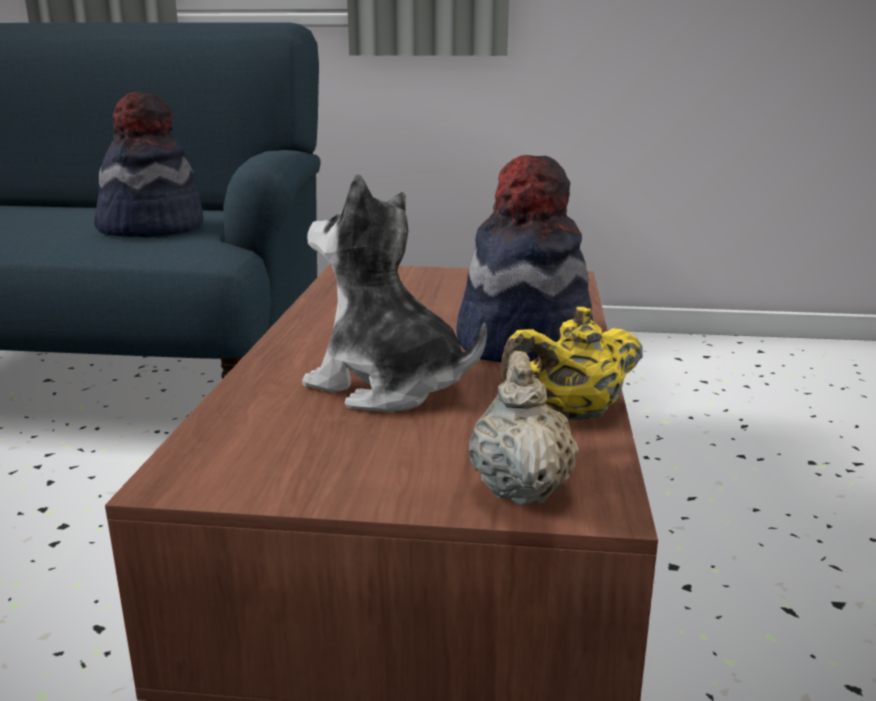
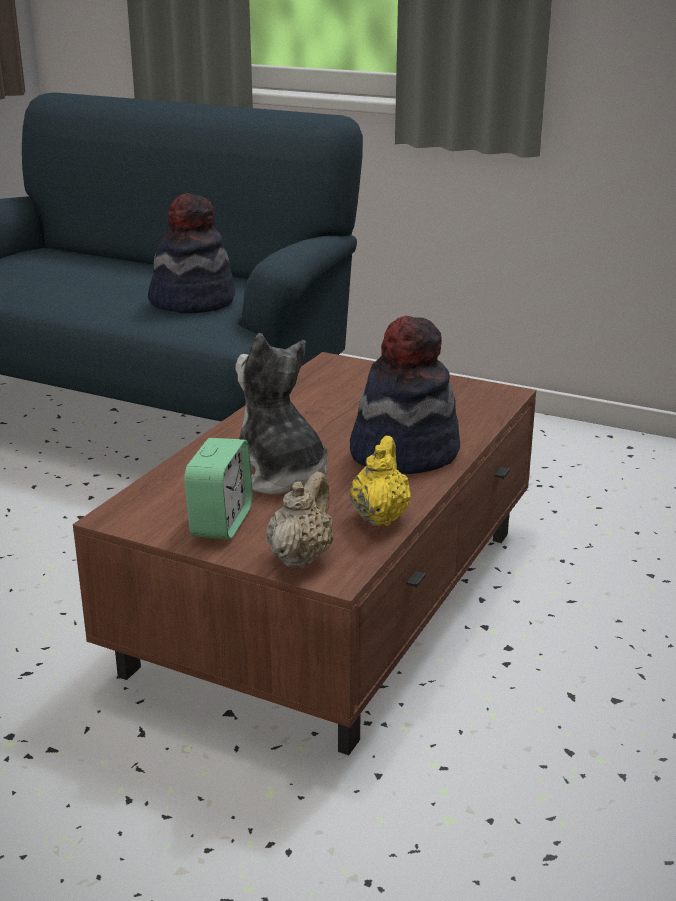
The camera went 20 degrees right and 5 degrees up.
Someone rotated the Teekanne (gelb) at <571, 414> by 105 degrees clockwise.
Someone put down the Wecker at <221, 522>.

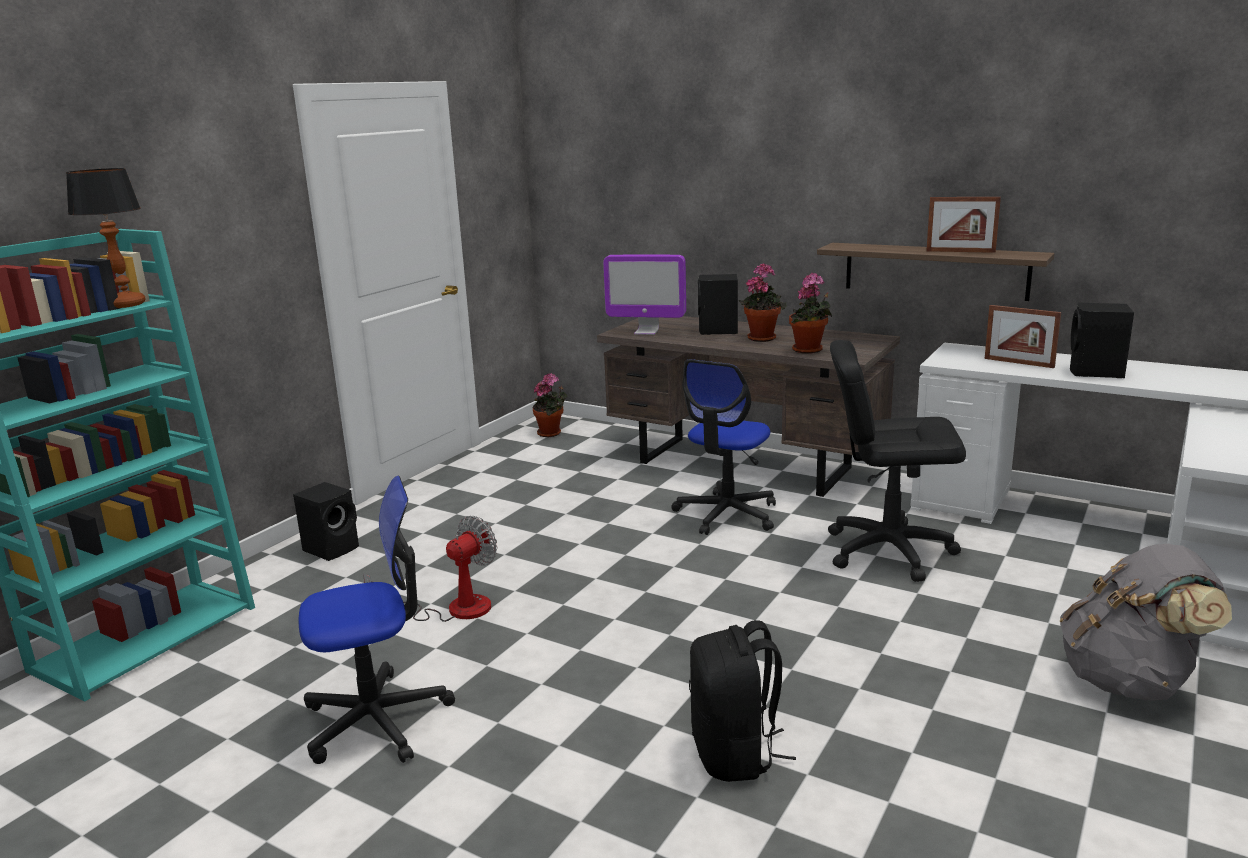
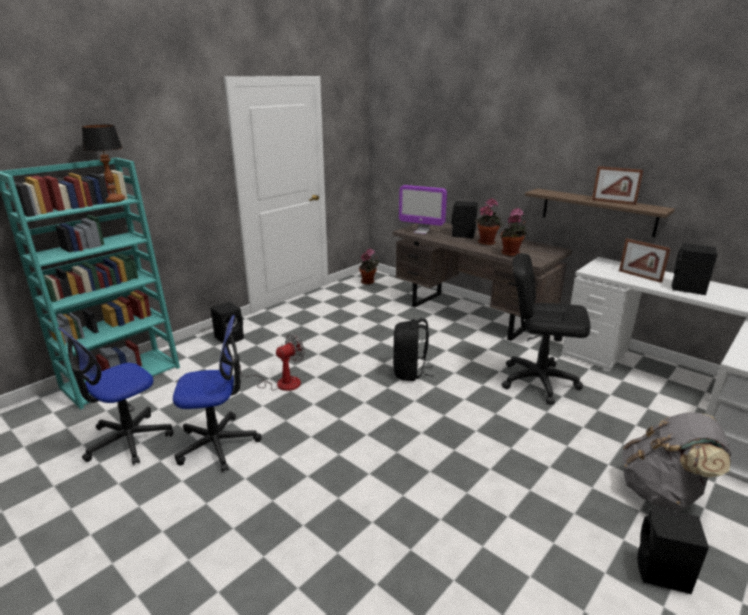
The camera went 10 degrees right and 5 degrees up.
Someone carried the Bürostuhl from <726, 514> to <128, 440>.
Someone carried the Rucksack (schwarz) from <735, 754> to <410, 372>.
Someone put down the Lautsprecher (schwarz) at <662, 573>.

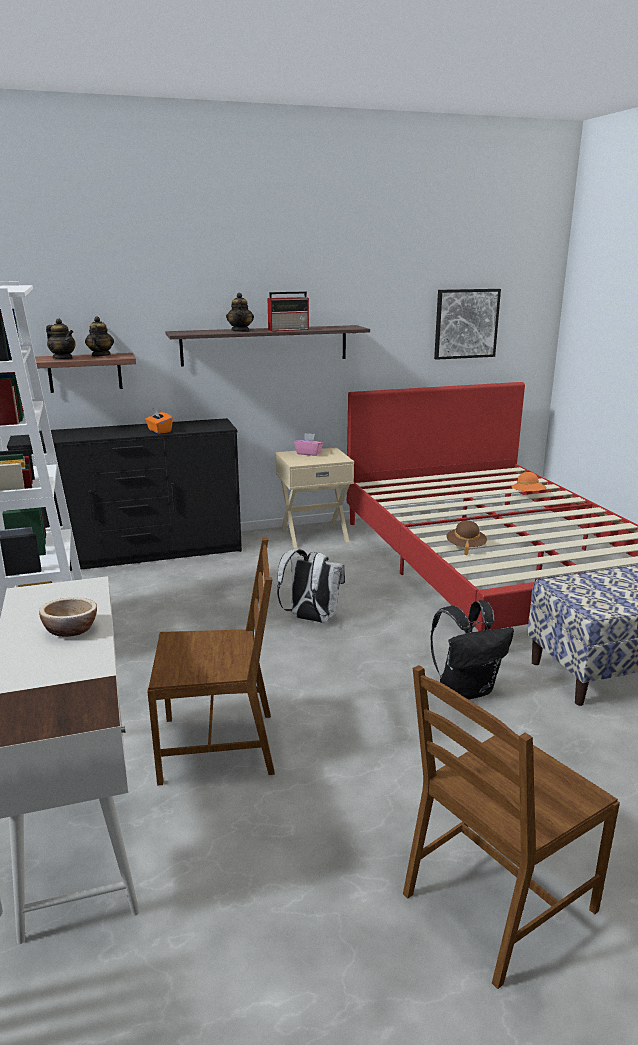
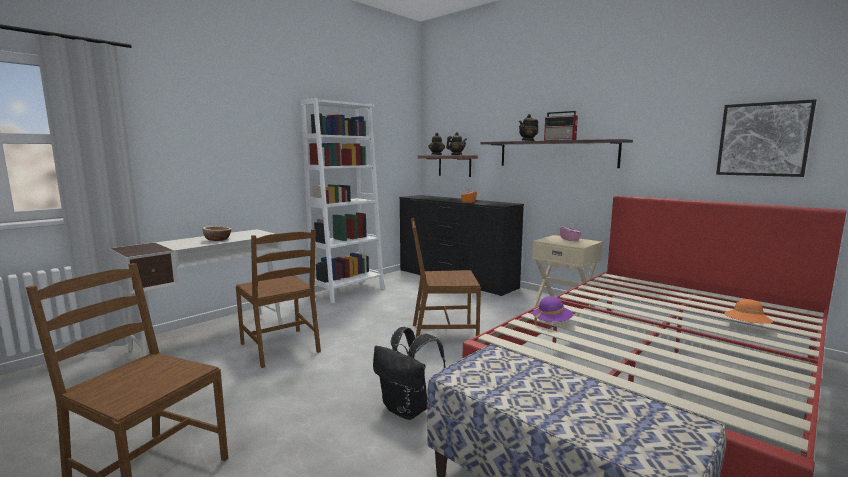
The camera went 60 degrees right and 10 degrees down.
Someone swapped the Rucksack (weiß) at <311, 619> for the Stuhl (braun) at <443, 334>.
Someone repainted the Hut (braun) at <465, 547>, which became the Hut (lila) at <551, 323>.

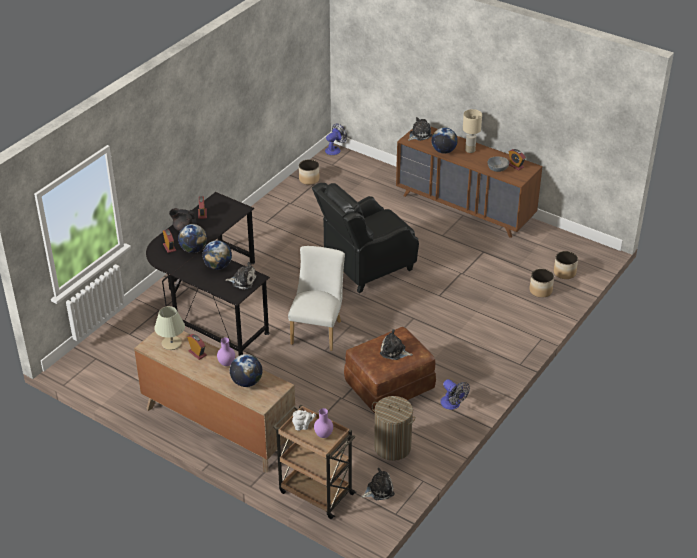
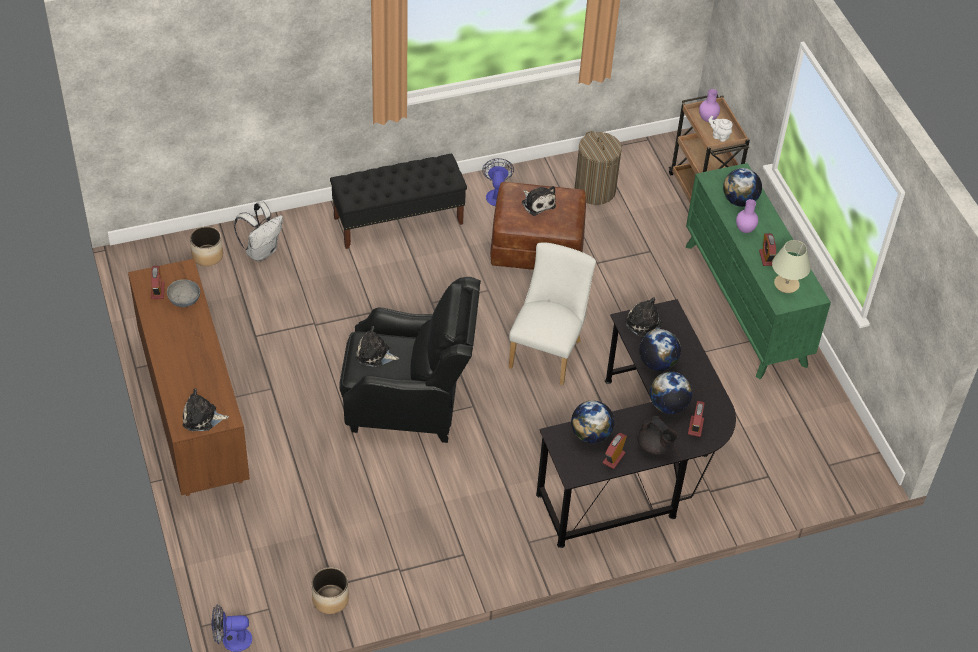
The camera went 145 degrees left and 10 degrees up.
Someone repainted the Kommode (braun) at <218, 426>, which became the Kommode (grün) at <745, 304>.
Someone rotated the Stuhl (weiß) at <318, 330> by 150 degrees clockwise.
Someone carried the Plüschtier from <379, 490> to <375, 355>.
Someone carried the Globus from <443, 151> to <591, 435>.
Someone took away the Tischlampe (beige) at <470, 150>.
Someone swapped the Pflanzkübel at <541, 291> for the Rucksack (weiß) at <261, 251>.
Someone put down the Bank (schwarz) at <398, 220>.

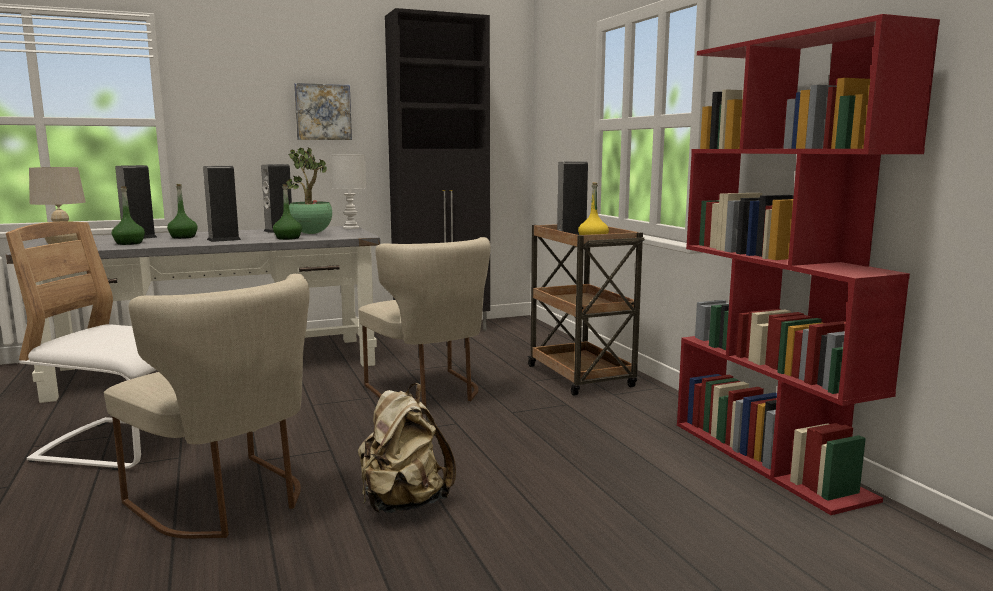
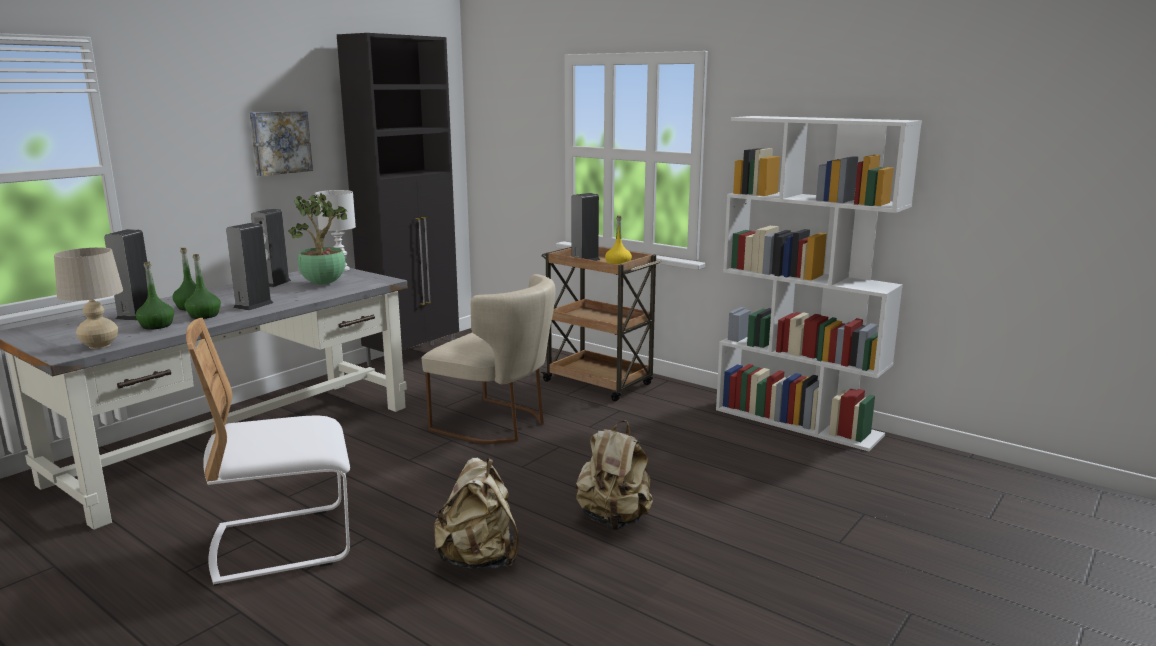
The camera went 30 degrees left and 5 degrees up.
Someone swapped the Stuhl (beige) at <228, 502> for the Rucksack (beige) at <479, 559>.
Someone carried the Flasche (grün) from <288, 238> to <204, 315>.
Someone repainted the Bücherregal (rot) at <769, 459>, which became the Bücherregal (weiß) at <798, 422>.

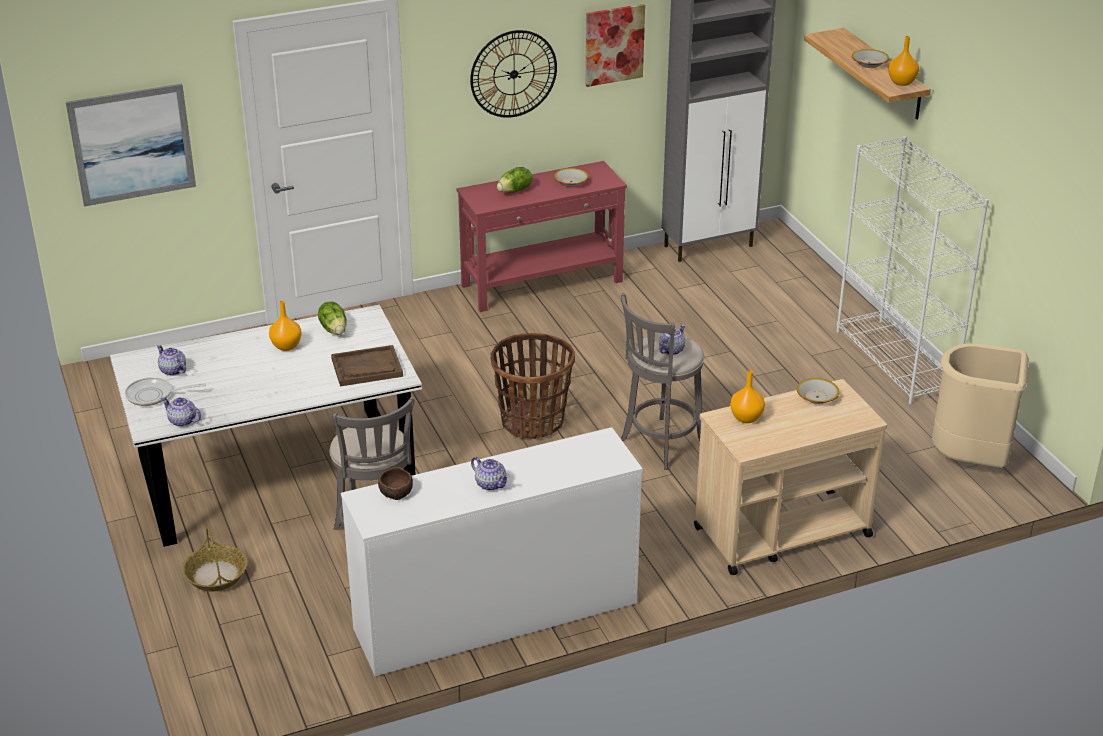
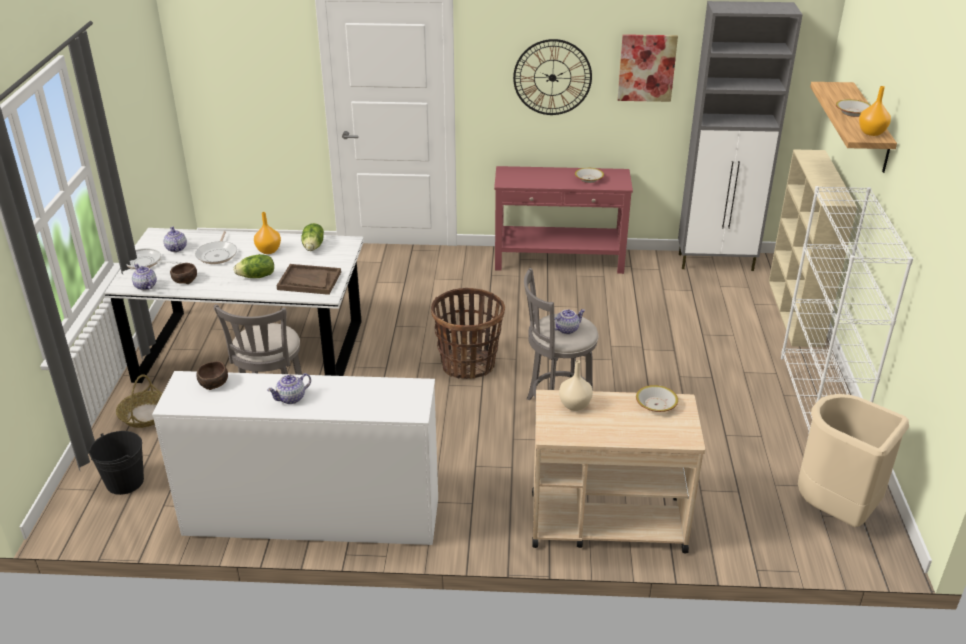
The camera went 25 degrees right and 0 degrees up.
Someone took away the Bild at <132, 144>.
Someone rotated the Teekanne at <490, 484> by 75 degrees clockwise.
Someone carried the Salatkopf from <515, 191> to <257, 276>.
Someone repainted the Vase (orange) at <746, 417>, which became the Vase (beige) at <575, 405>.
Someone put down the Eimer (schwarz) at <125, 482>.
Someone put down the Schüssel (braun) at <184, 280>.
Someone put down the Pfanne at <217, 254>.
Someone put down the Bücherregal (beige) at <795, 313>.

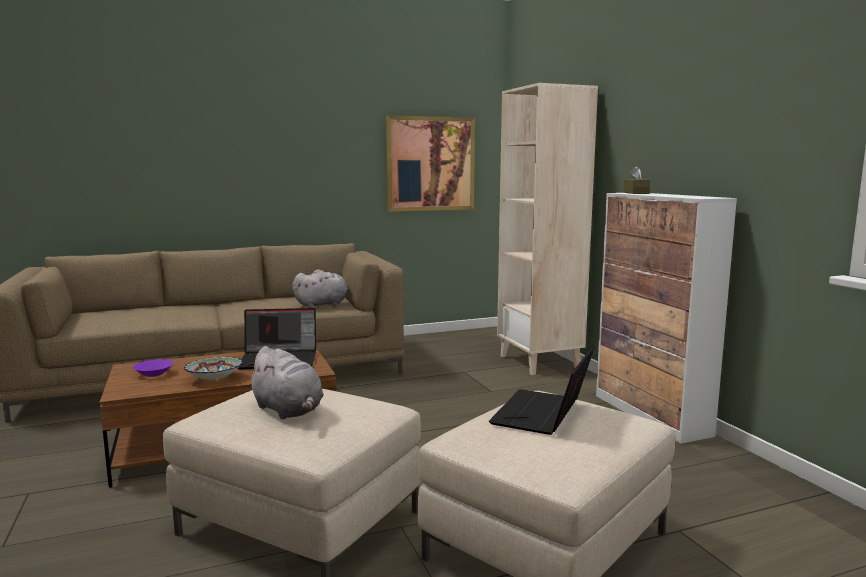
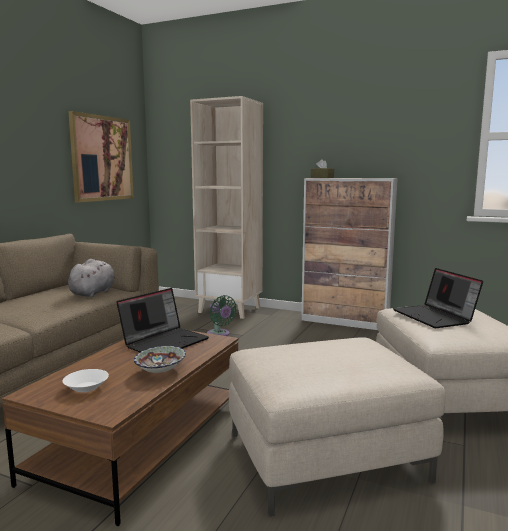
The camera went 45 degrees left and 0 degrees up.
Someone repainted the Schüssel (lila) at <153, 374>, which became the Schüssel (weiß) at <86, 388>.
Someone took away the Plüschtier (grau) at <288, 410>.
Someone put down the Ventilator (grün) at <219, 334>.

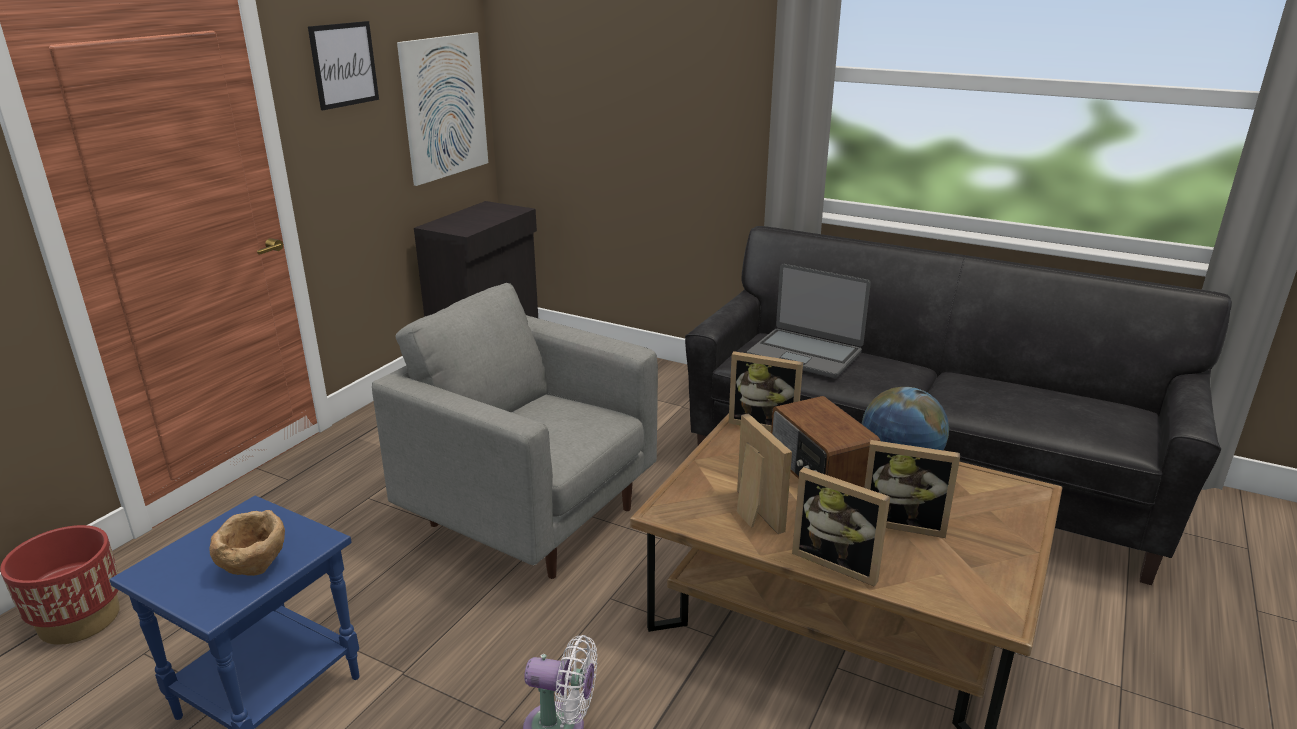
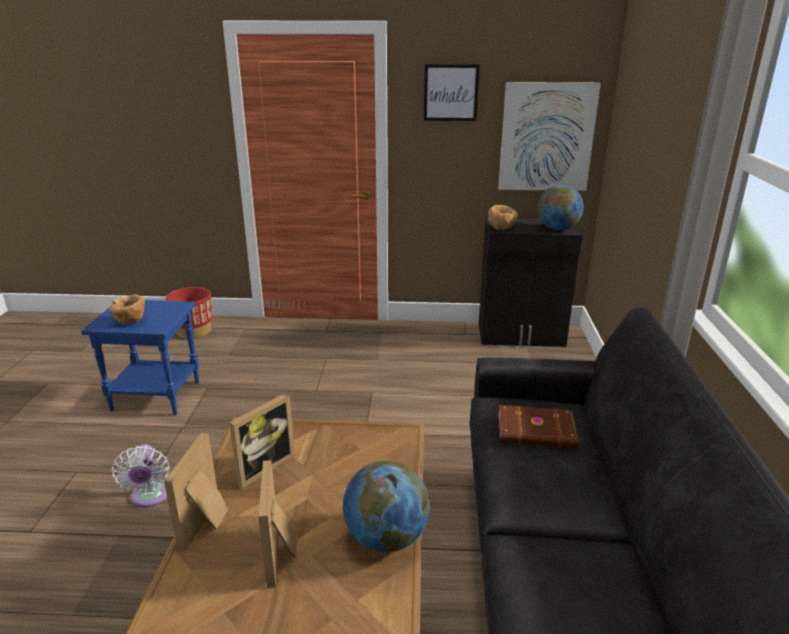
The camera went 65 degrees right and 0 degrees up.
Someone took away the Sessel (grau) at <530, 515>.
Someone took away the Bilderrahmen at <764, 423>.
Someone swapped the Laptop at <805, 354> for the Buch (braun) at <537, 431>.
Someone took away the Radio at <819, 470>.
Someone put down the Schüssel (braun) at <501, 229>.
Someone put down the Globus at <557, 229>.

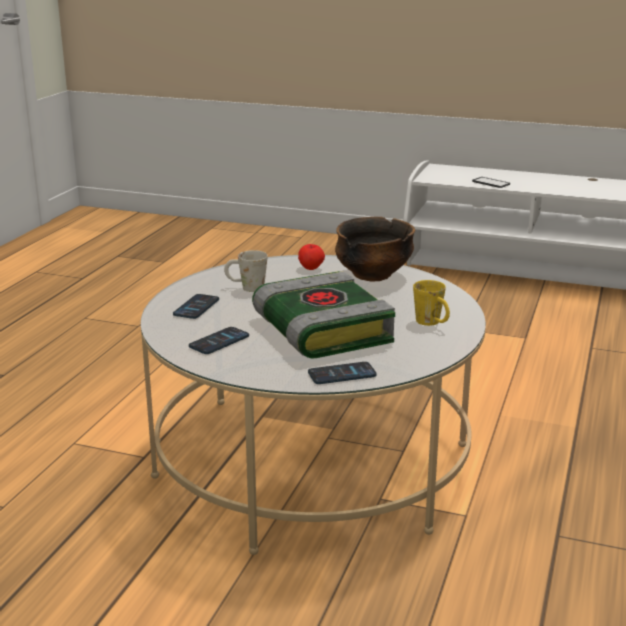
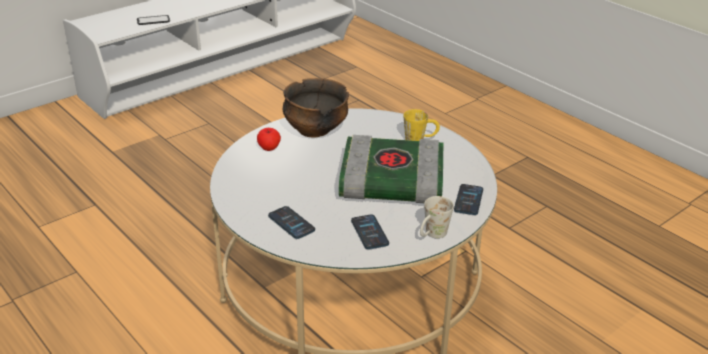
The camera went 60 degrees left and 10 degrees up.
Someone carried the Henkelbecher (weiß) from <246, 288> to <432, 235>.

